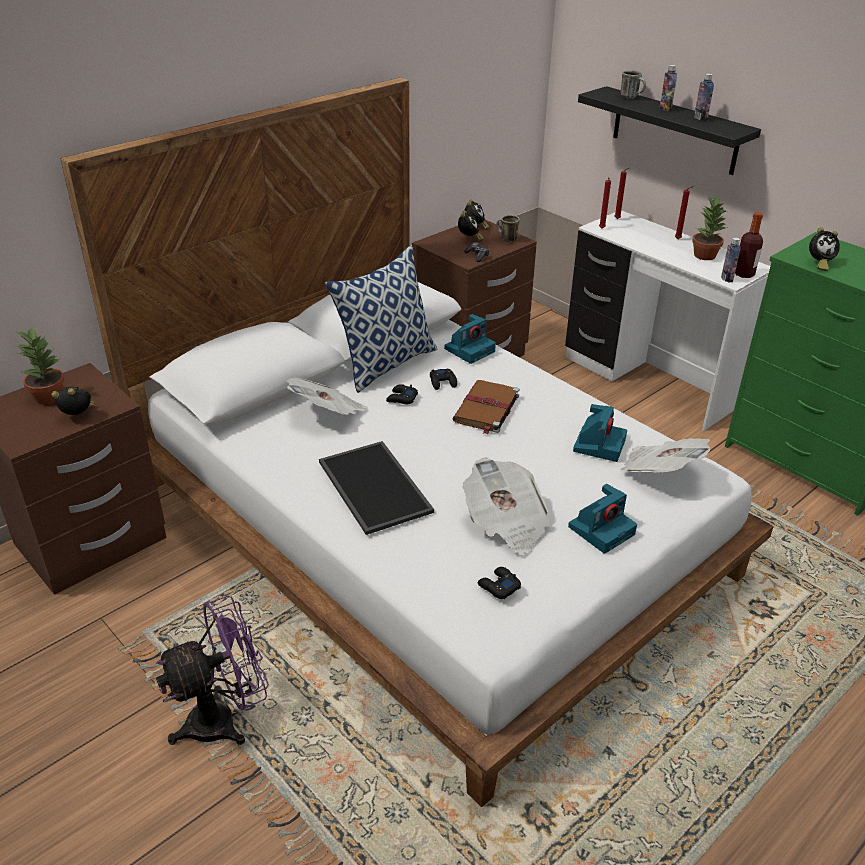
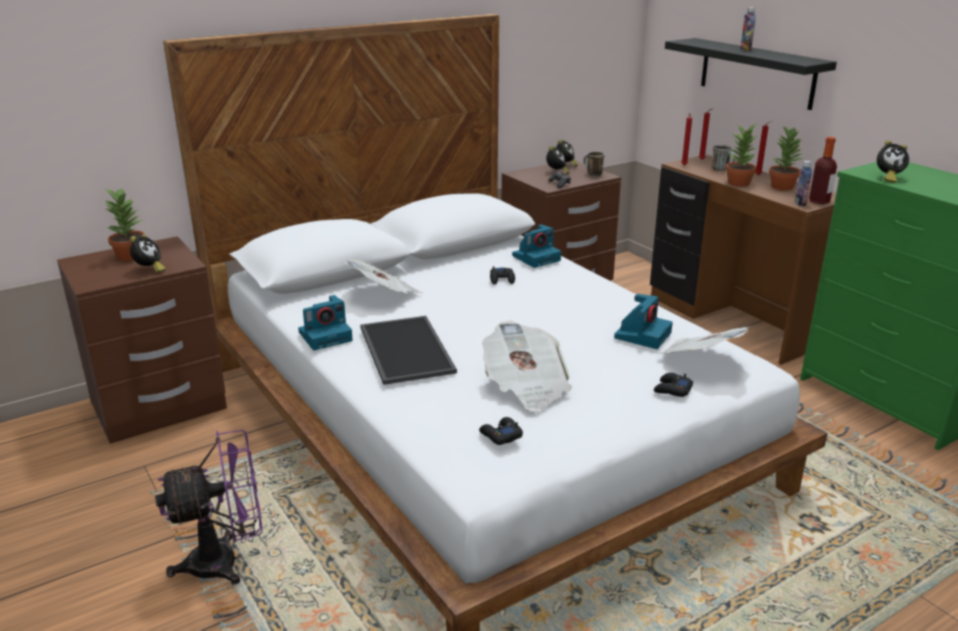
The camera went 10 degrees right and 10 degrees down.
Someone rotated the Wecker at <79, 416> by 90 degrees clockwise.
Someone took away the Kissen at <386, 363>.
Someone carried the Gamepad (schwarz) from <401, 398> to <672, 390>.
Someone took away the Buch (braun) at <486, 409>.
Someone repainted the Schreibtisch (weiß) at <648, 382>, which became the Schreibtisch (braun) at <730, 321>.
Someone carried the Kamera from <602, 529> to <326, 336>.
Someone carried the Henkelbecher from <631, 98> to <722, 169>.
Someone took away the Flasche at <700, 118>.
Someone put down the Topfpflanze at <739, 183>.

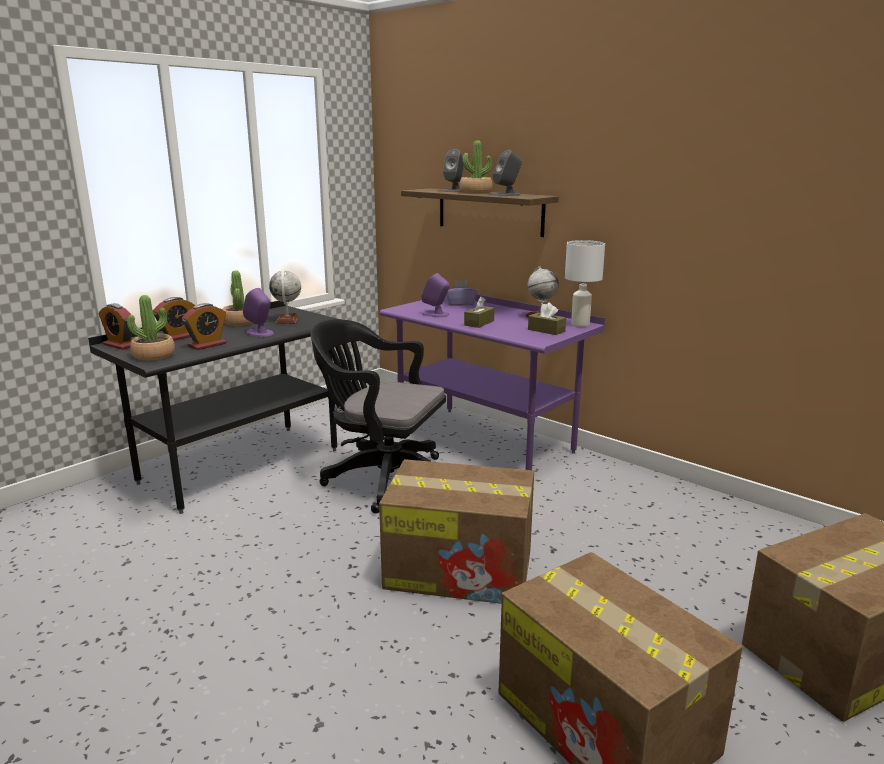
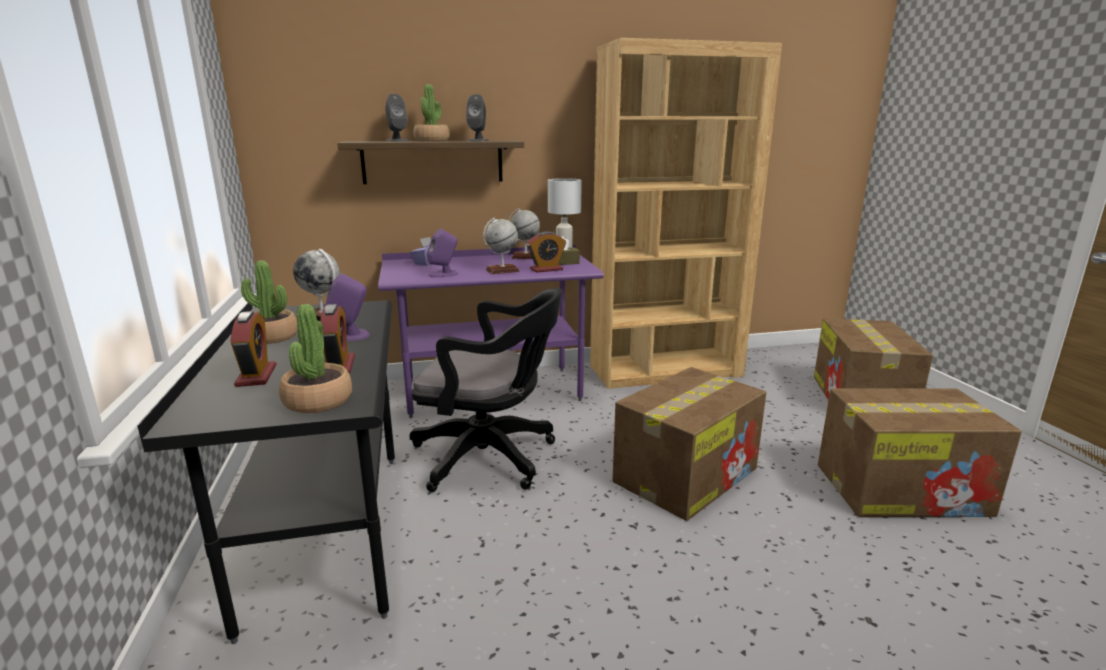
The camera went 55 degrees left and 0 degrees up.
Someone carried the Wecker from <120, 345> to <546, 269>.
Someone rotated the Bürostuhl (schwarz) at <382, 478> by 135 degrees counterclockwise.
Someone swapped the Taschentuchbox (braun) at <479, 323> for the Globus at <502, 270>.
Someone put down the Bücherregal (braun) at <666, 370>.

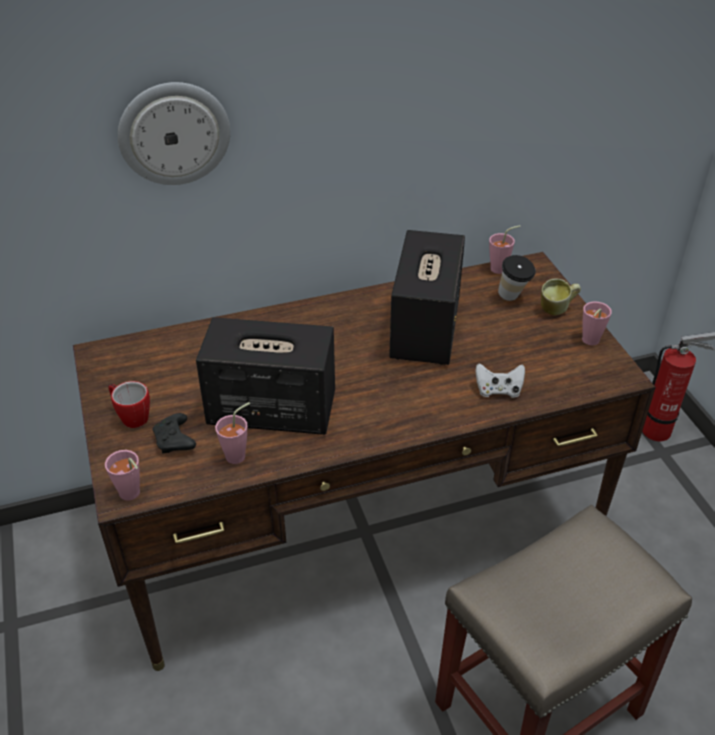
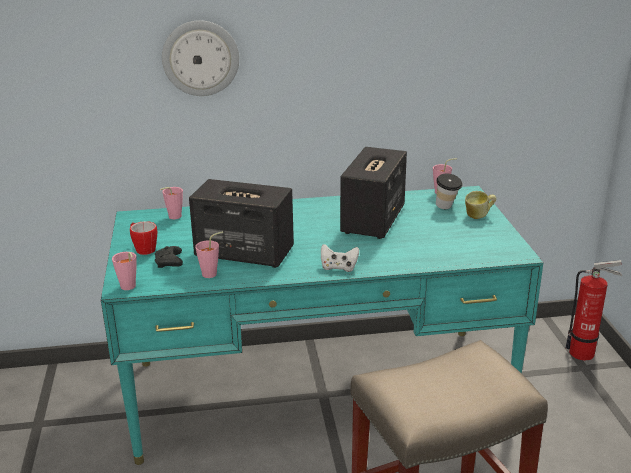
The camera went 10 degrees right and 15 degrees down.
Someone repainted the Schreibtisch (braun) at <357, 526>, which became the Schreibtisch (türkis) at <317, 390>.
Someone carried the Gamepad (weiß) from <498, 390> to <339, 268>.
Someone carried the Tasse (rosa) from <588, 342> to <172, 217>.

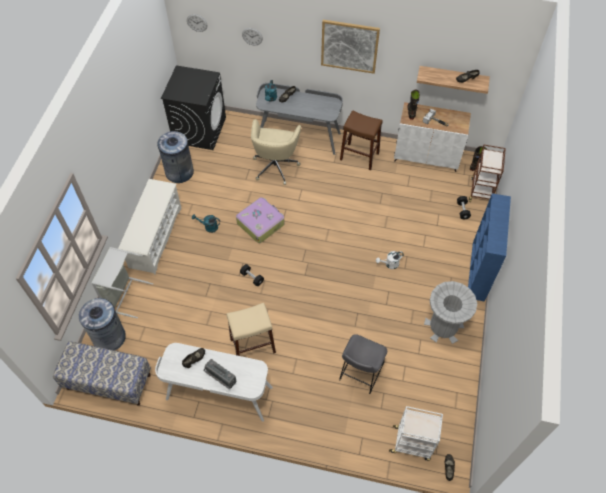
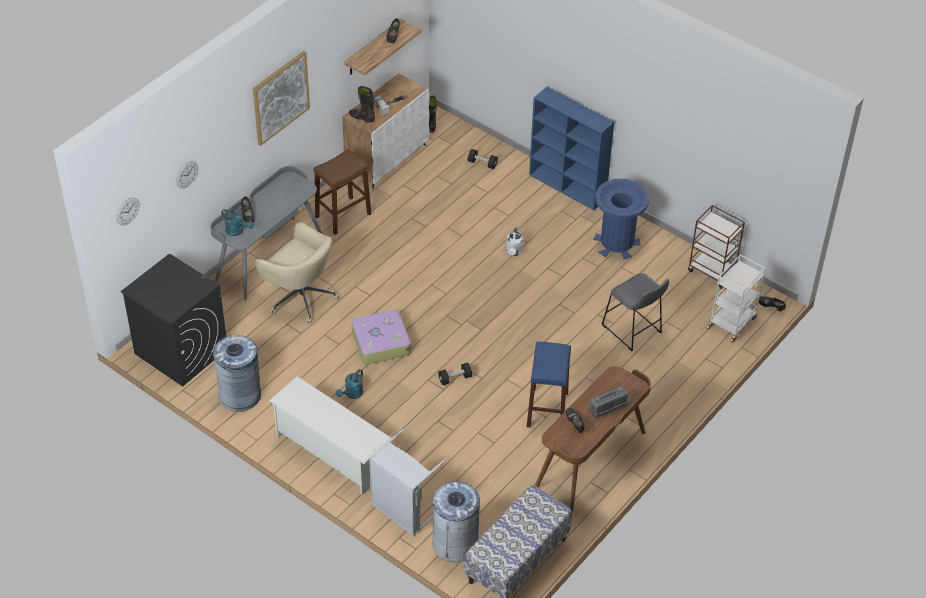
The camera went 65 degrees left and 10 degrees down.
Someone repainted the Schreibtisch (weiß) at <219, 394>, which became the Schreibtisch (braun) at <591, 460>.
Someone repainted the Hocker (beige) at <253, 345>, which became the Hocker (blau) at <547, 409>.
Someone repainted the Mülleimer (grau) at <443, 327>, which became the Mülleimer (blau) at <617, 243>.
Someone carried the Rollwagen (braun) from <481, 191> to <712, 271>.

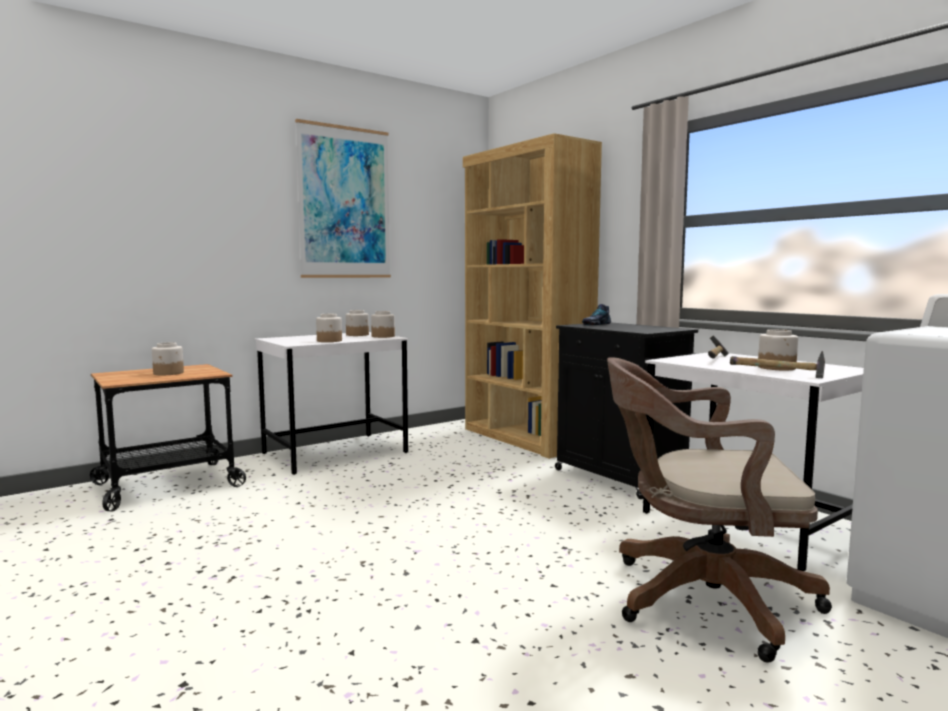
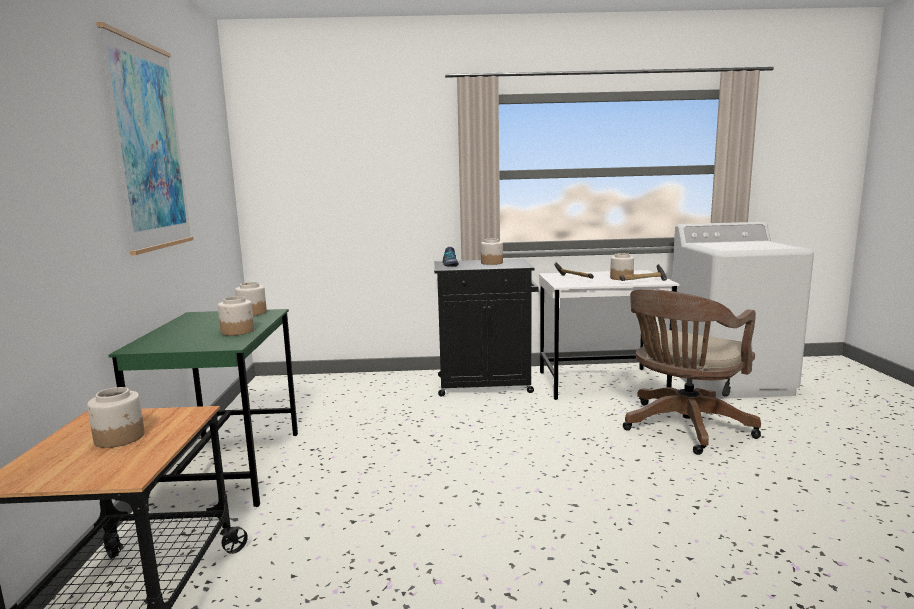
The camera went 55 degrees left and 5 degrees up.
Someone repainted the Schreibtisch (weiß) at <335, 453>, which became the Schreibtisch (grün) at <227, 468>.
Someone carried the Vorratsglas from <357, 335> to <492, 263>.
Someone took away the Bücherregal (braun) at <525, 438>.

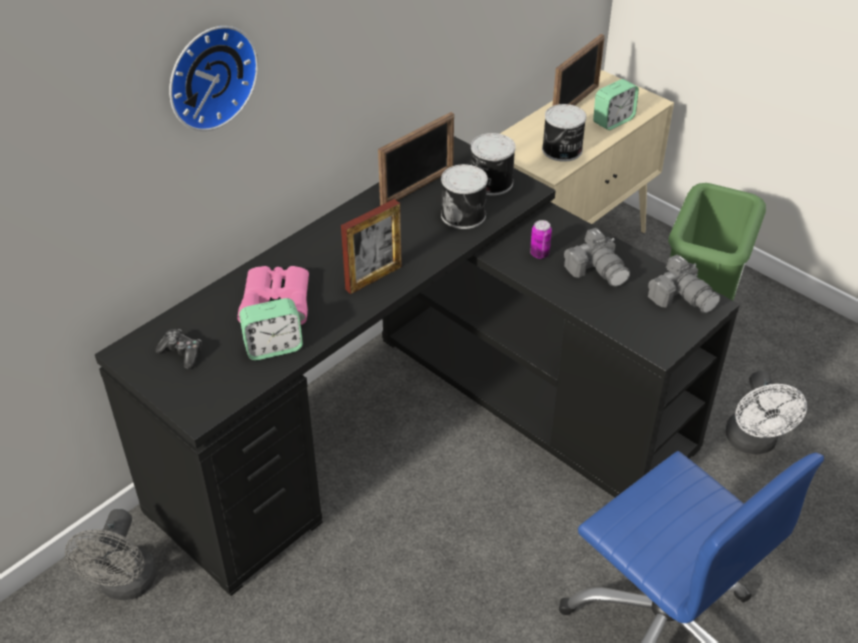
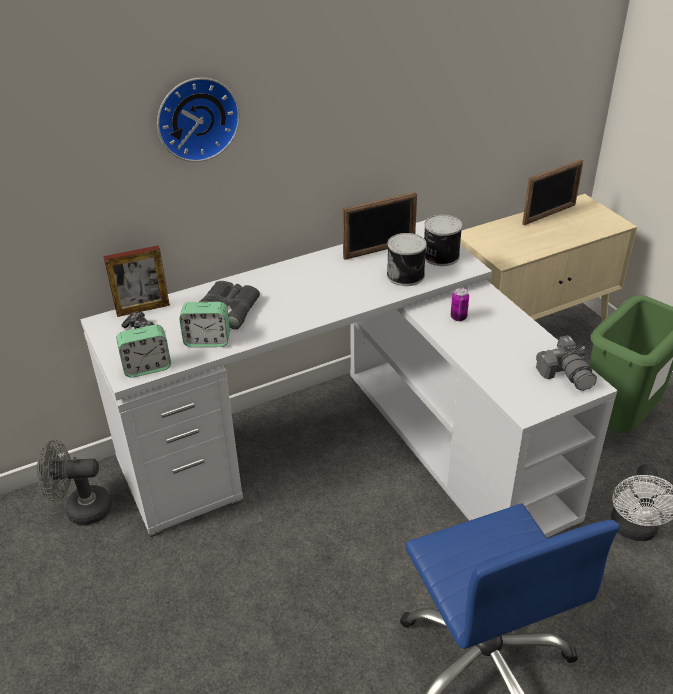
The camera went 20 degrees right and 5 degrees down.
Someone rotated the Ventilator (grau) at <125, 586> by 60 degrees clockwise.
Someone repainted the Schreibtisch (schwarz) at <424, 424>, which became the Schreibtisch (weiß) at <355, 447>.
Someone repainted the Fernglas (rosa) at <277, 299>, which became the Fernglas (grau) at <229, 308>.
Someone carried the Bilderrahmen from <373, 278> to <143, 309>.
Someone took away the Dose at <562, 150>.
Someone took away the Kamera at <597, 270>.
Someone carried the Wecker from <613, 121> to <147, 367>.

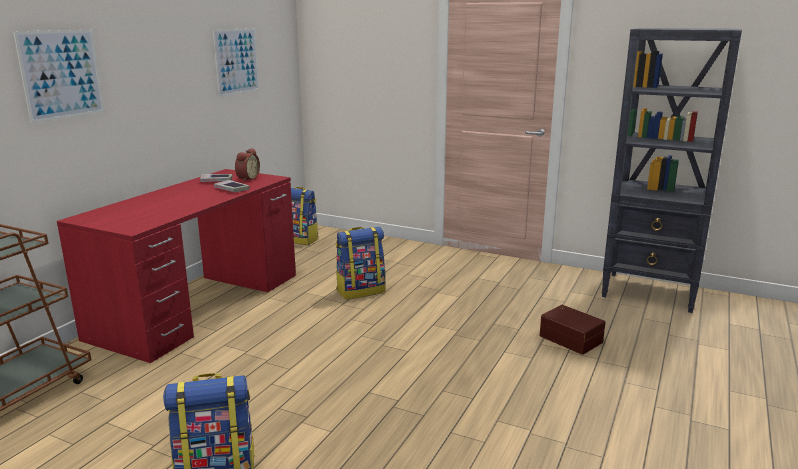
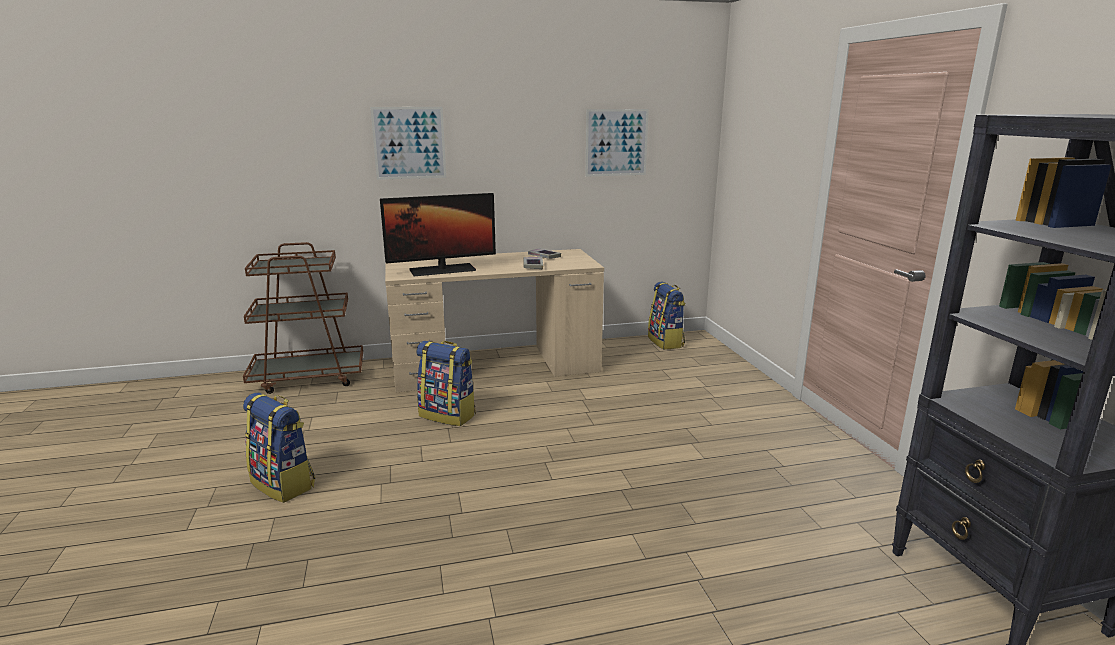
The camera went 50 degrees right and 0 degrees up.
Someone repainted the Schreibtisch (rot) at <200, 304>, which became the Schreibtisch (beige) at <496, 365>.
Someone took away the Wecker at <246, 179>.
Someone carried the Rucksack from <361, 291> to <448, 415>.
Someone took away the Aufbewahrungsbox (braun) at <571, 338>.
Someone put down the Monitor at <442, 270>.

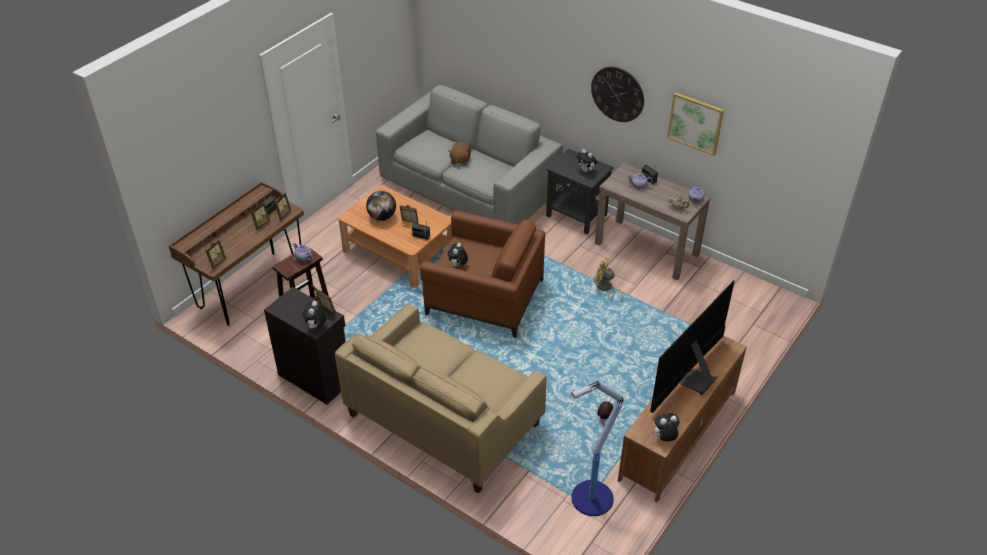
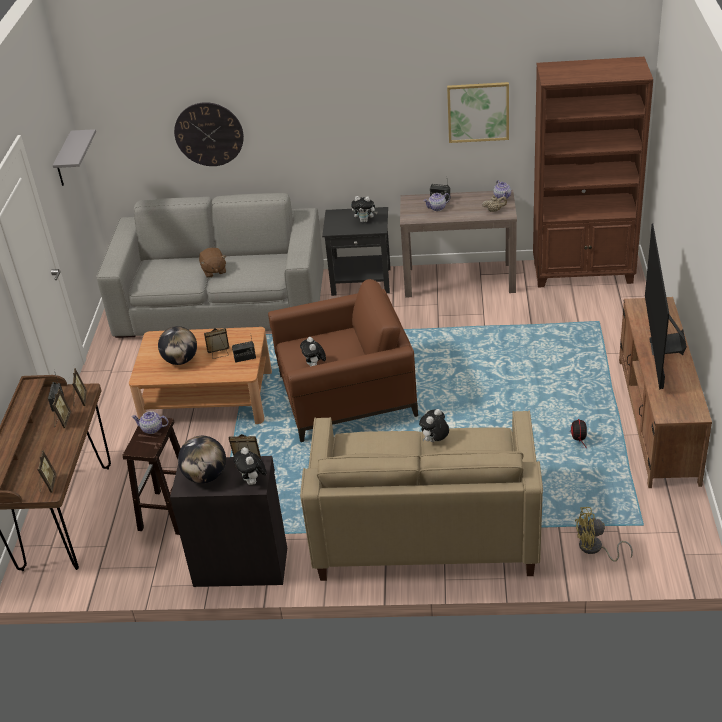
The camera went 30 degrees left and 5 degrees down.
Someone took away the Stehlampe at <591, 499>.
Someone carried the Wanduhr from <617, 94> to <209, 134>.
Someone carried the Ventilator (gelb) from <605, 289> to <595, 549>.
Someone carried the Plüschtier from <664, 438> to <435, 441>.
Someone put up the Wandregal (grau) at <65, 160>.
Someone put down the Globus at <206, 476>.
Someone put down the Bücherregal (braun) at <583, 273>.

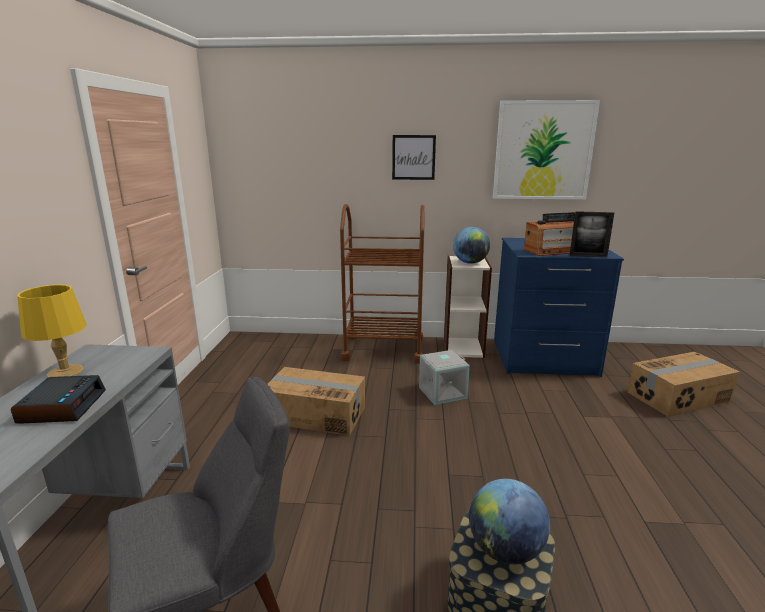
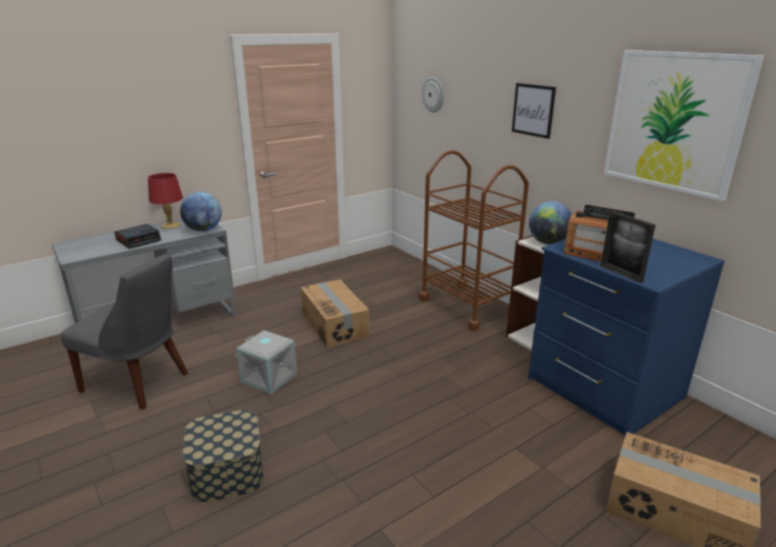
The camera went 50 degrees right and 5 degrees up.
Someone repainted the Tischlampe (gelb) at <66, 372>, which became the Tischlampe (rot) at <171, 225>.
Someone carried the Aufbewahrungsbox (grau) from <442, 392> to <270, 377>.
Someone carried the Globus from <505, 550> to <203, 230>.
Someone put up the Wanduhr at <433, 94>.

